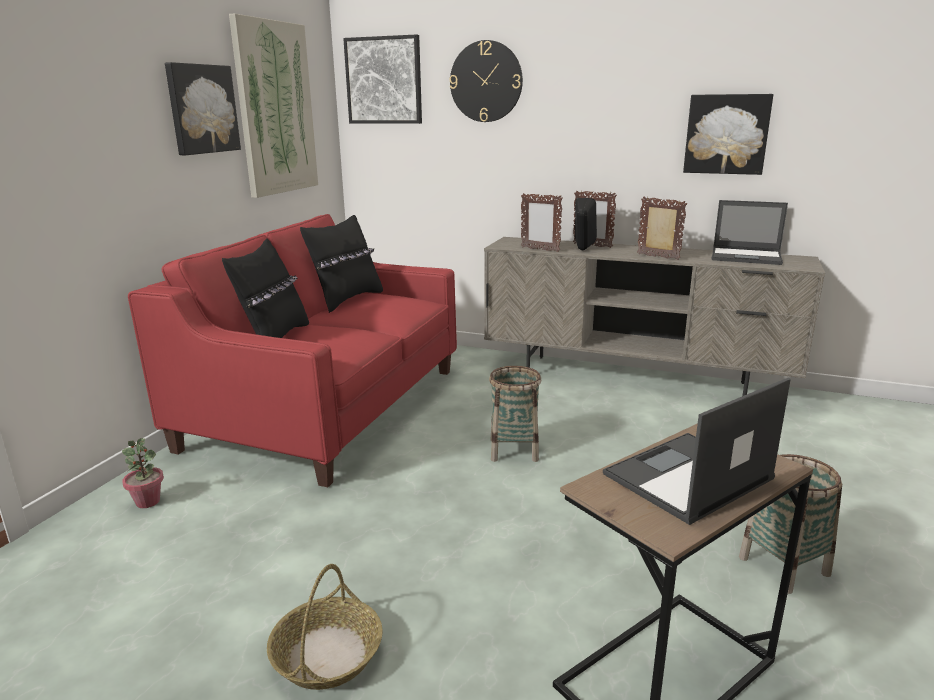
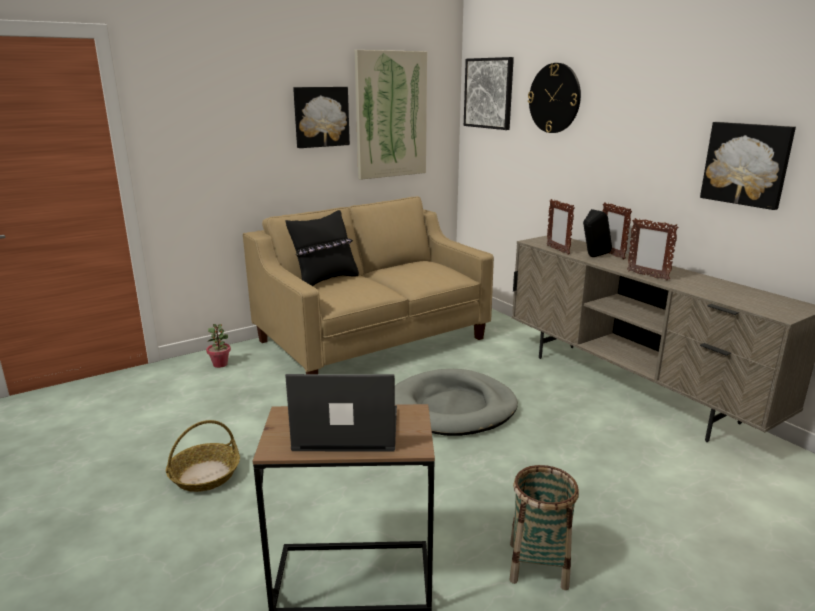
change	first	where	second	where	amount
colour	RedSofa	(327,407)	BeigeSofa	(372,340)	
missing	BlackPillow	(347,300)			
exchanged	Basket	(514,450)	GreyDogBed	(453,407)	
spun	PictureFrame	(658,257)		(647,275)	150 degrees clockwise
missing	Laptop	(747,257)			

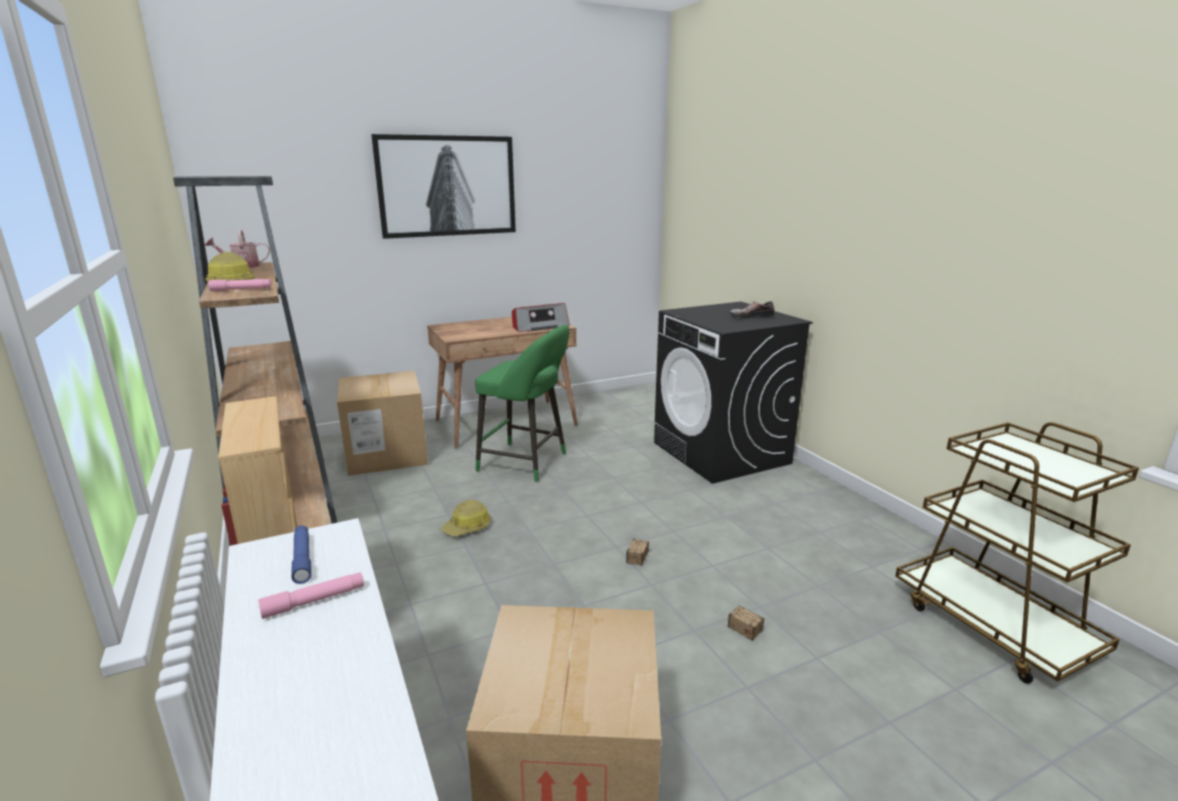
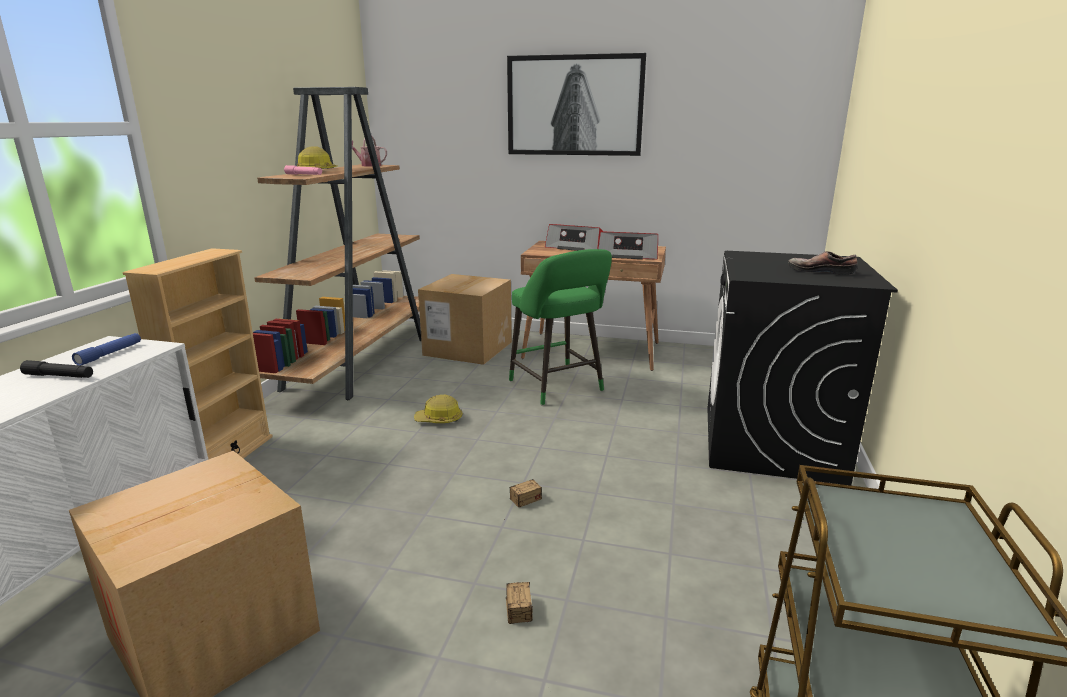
change	first	where	second	where	amount
colour	PinkFlashlight	(314,601)	BlackFlashlight	(59,376)	
appeared			Radio	(575,247)	

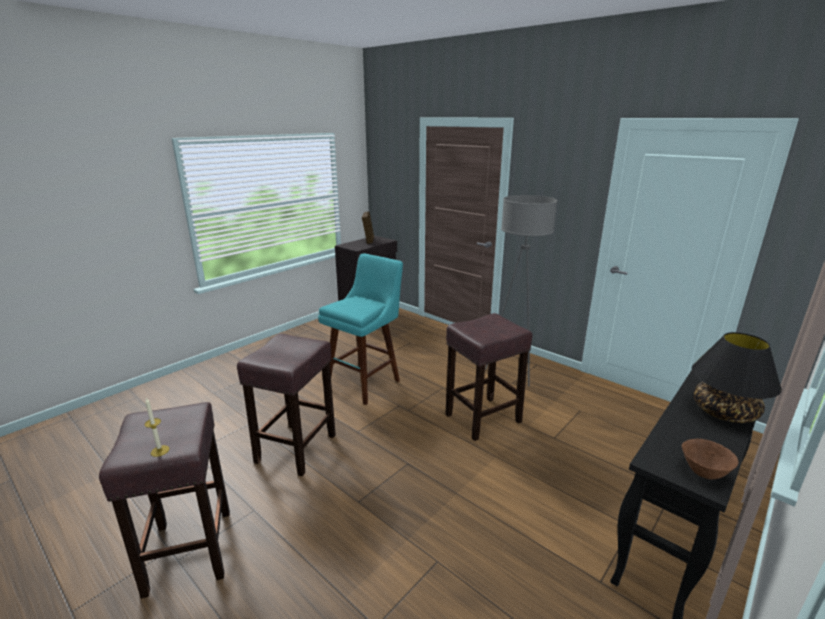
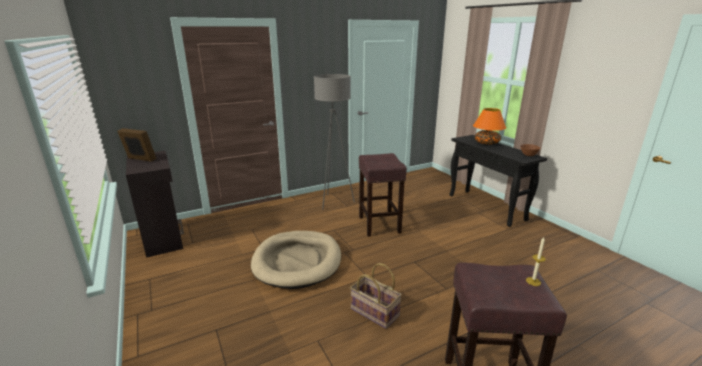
change	first	where	second	where	amount
exchanged	BrownStool	(297,447)	Basket	(374,312)	
exchanged	TurquoiseStool	(366,381)	BeigeDogBed	(297,261)	
colour	BlackTableLamp	(723,412)	OrangeTableLamp	(487,143)	

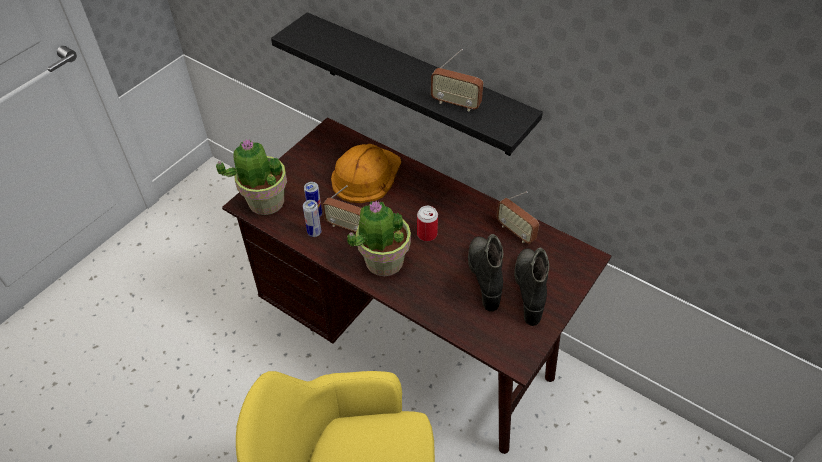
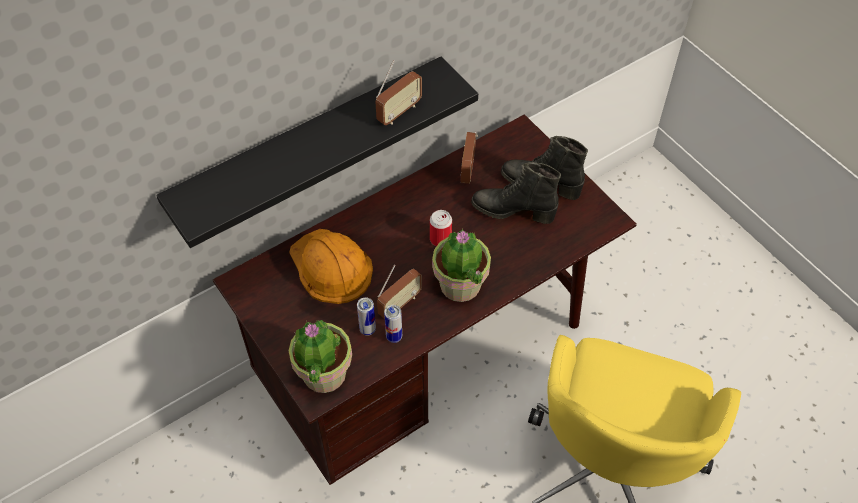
change	first	where	second	where	amount
spun	Radio	(515,232)		(468,169)	120 degrees clockwise

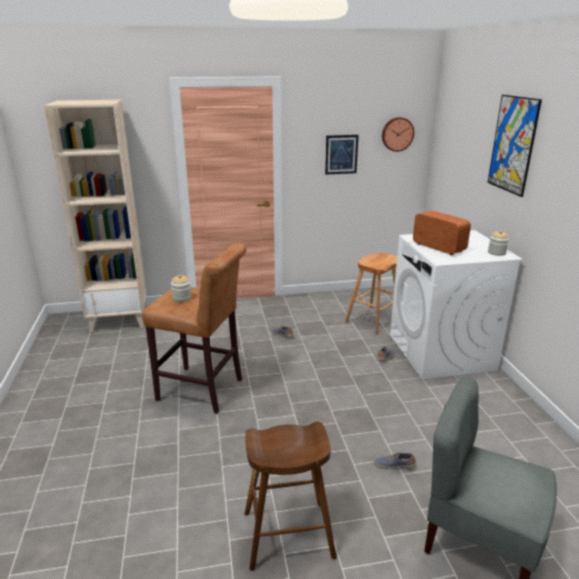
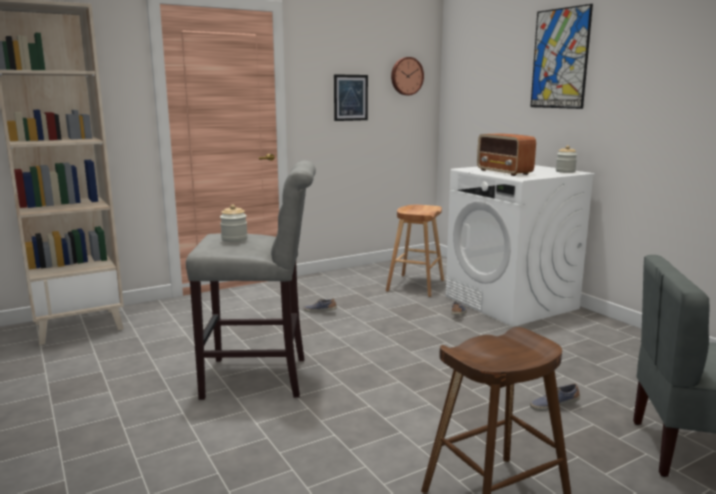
change	first	where	second	where	amount
colour	BrownStool	(204,391)	GreyStool	(262,378)	
spun	Radio	(438,247)		(504,172)	150 degrees counterclockwise

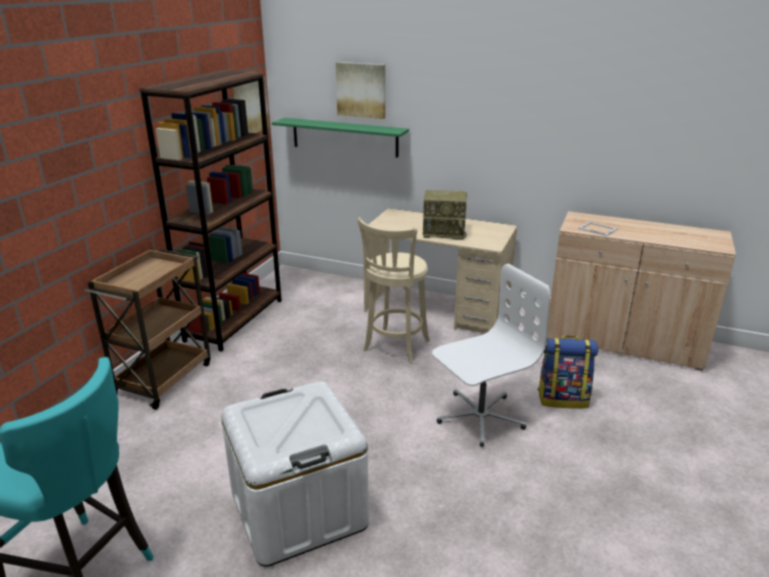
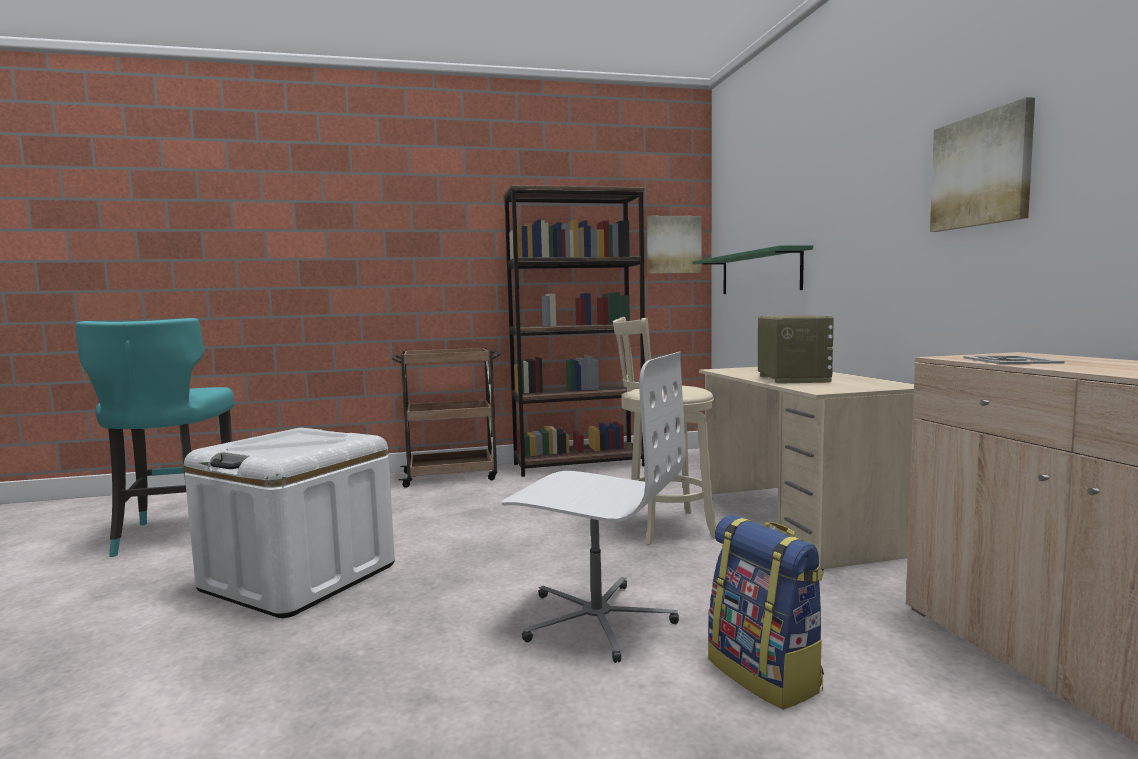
change	first	where	second	where	amount
relocated	Picture	(361,90)		(981,170)	
spun	Radio	(444,232)		(791,379)	150 degrees counterclockwise

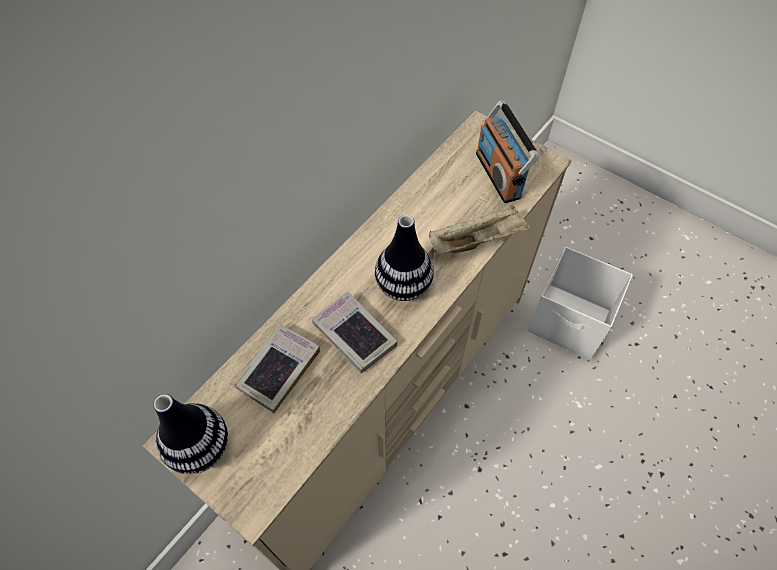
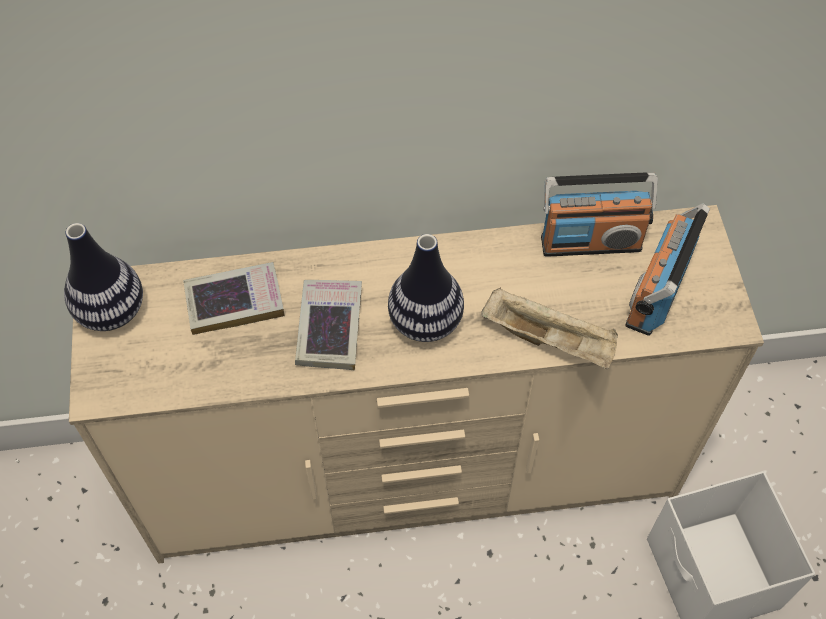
change	first	where	second	where	amount
appeared			Radio	(590,242)	

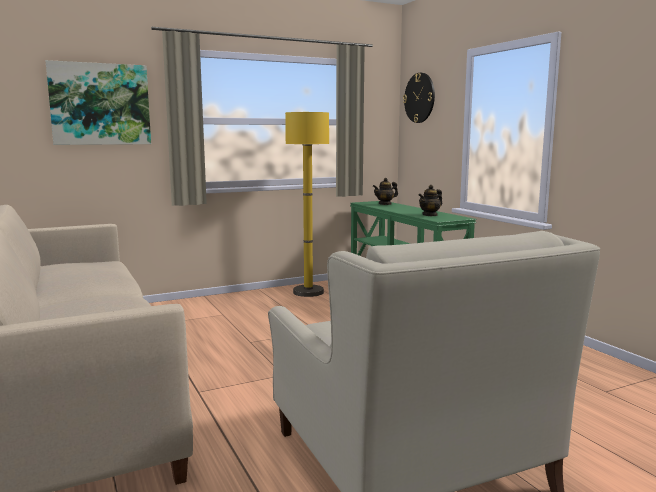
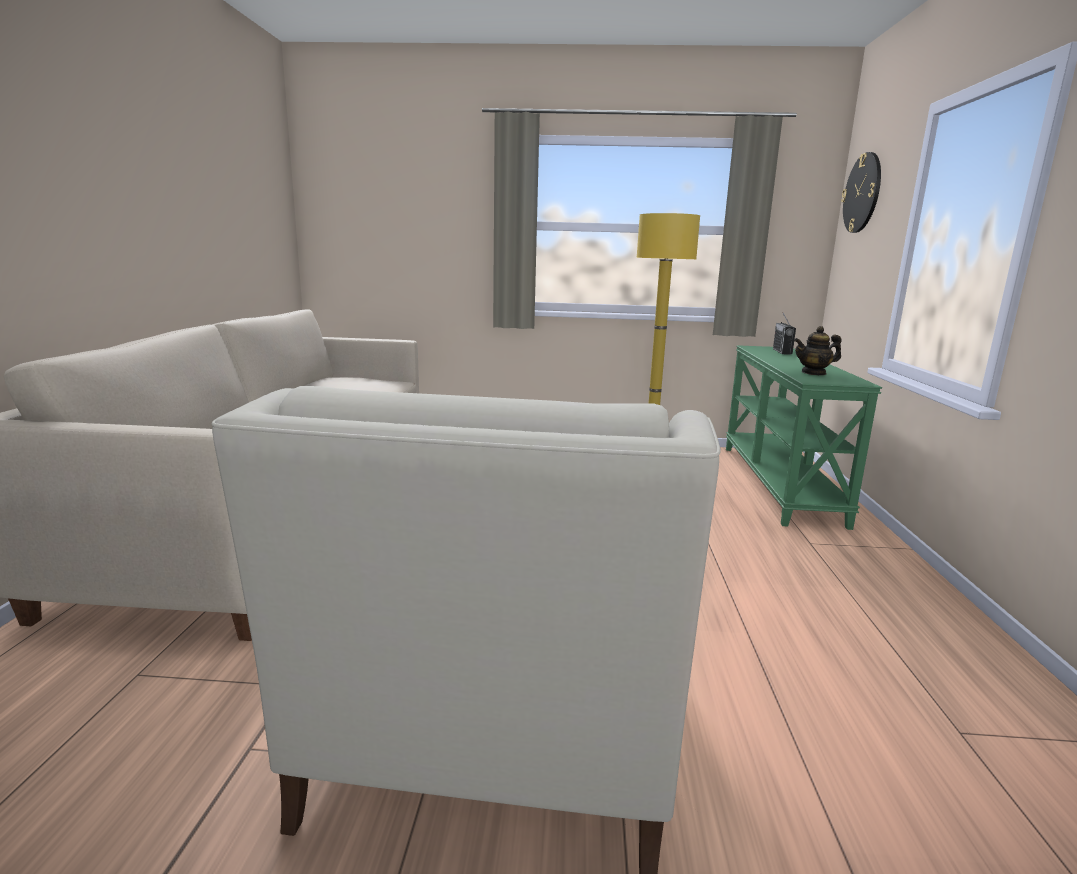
change	first	where	second	where	amount
missing	Picture	(100,104)			
exchanged	Teapot	(385,204)	Radio	(782,351)	

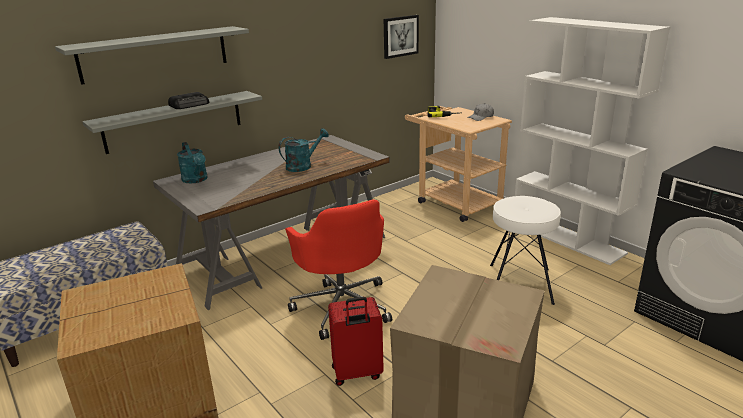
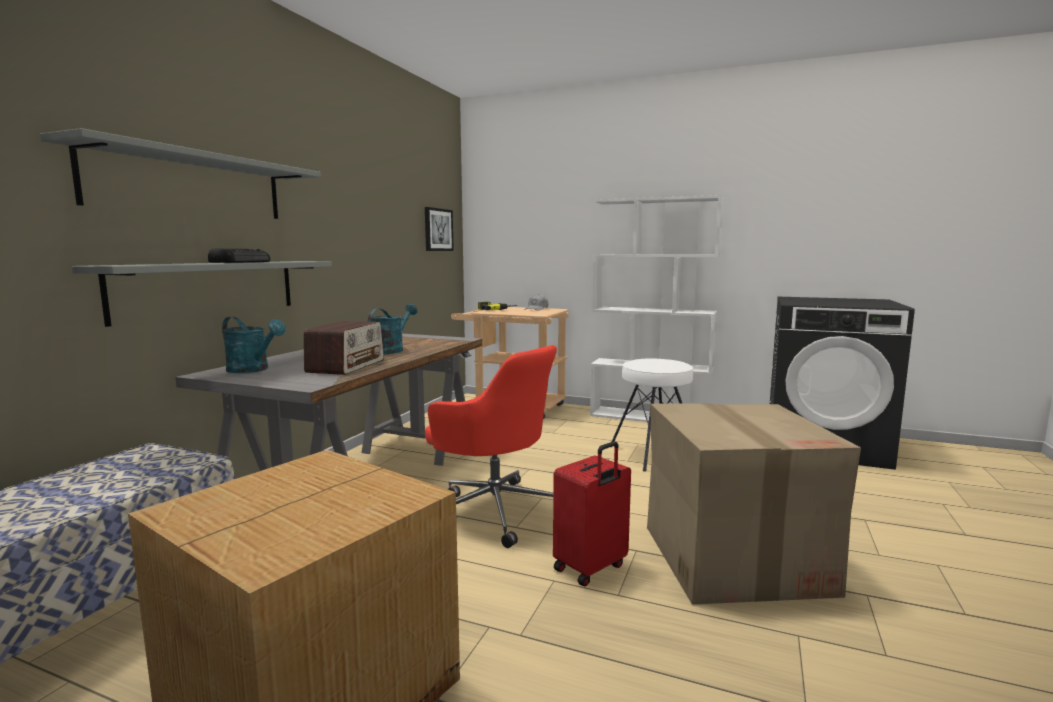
change	first	where	second	where	amount
appeared			Radio	(346,366)	

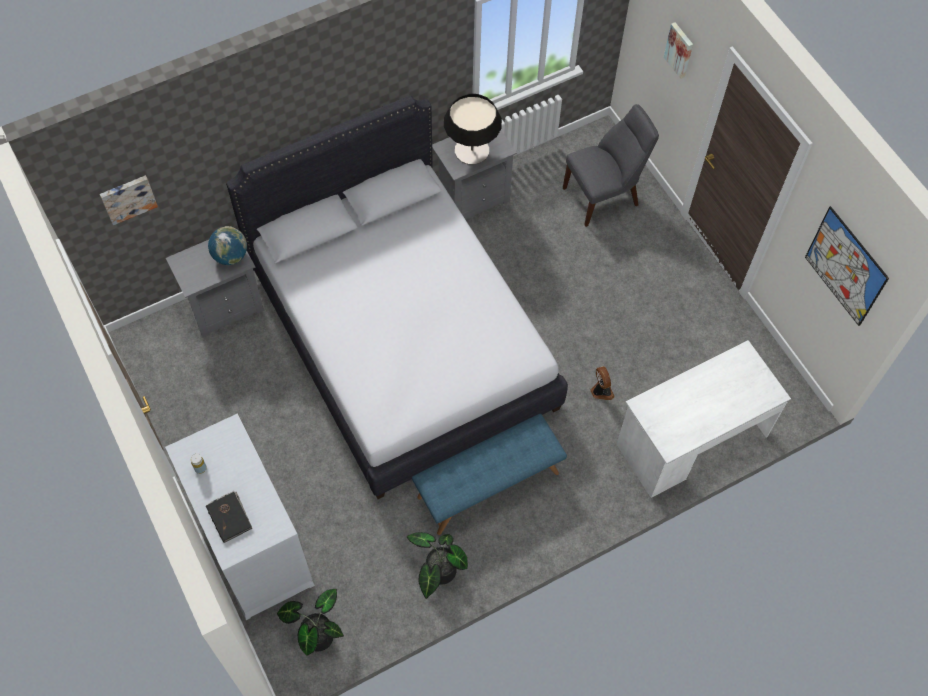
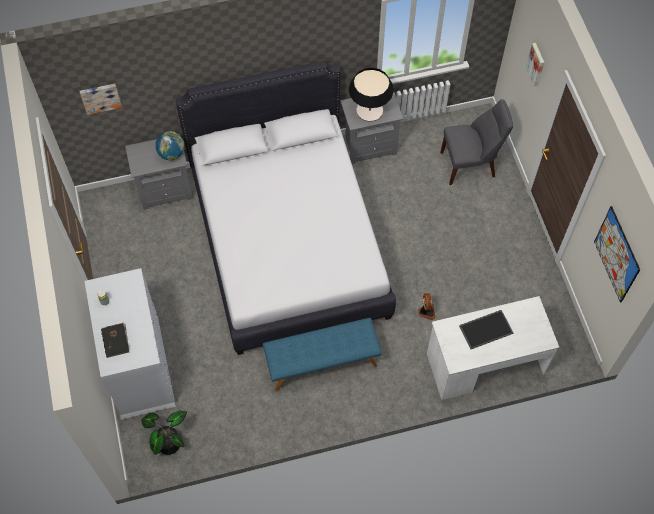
change	first	where	second	where	amount
missing	PottedPlant	(438,572)			
appeared			Tray	(486,328)	

